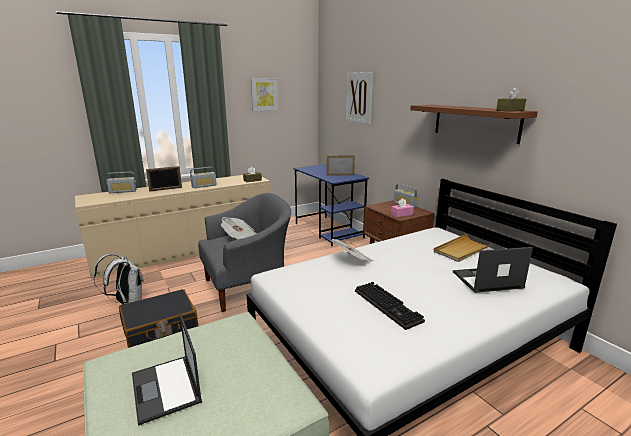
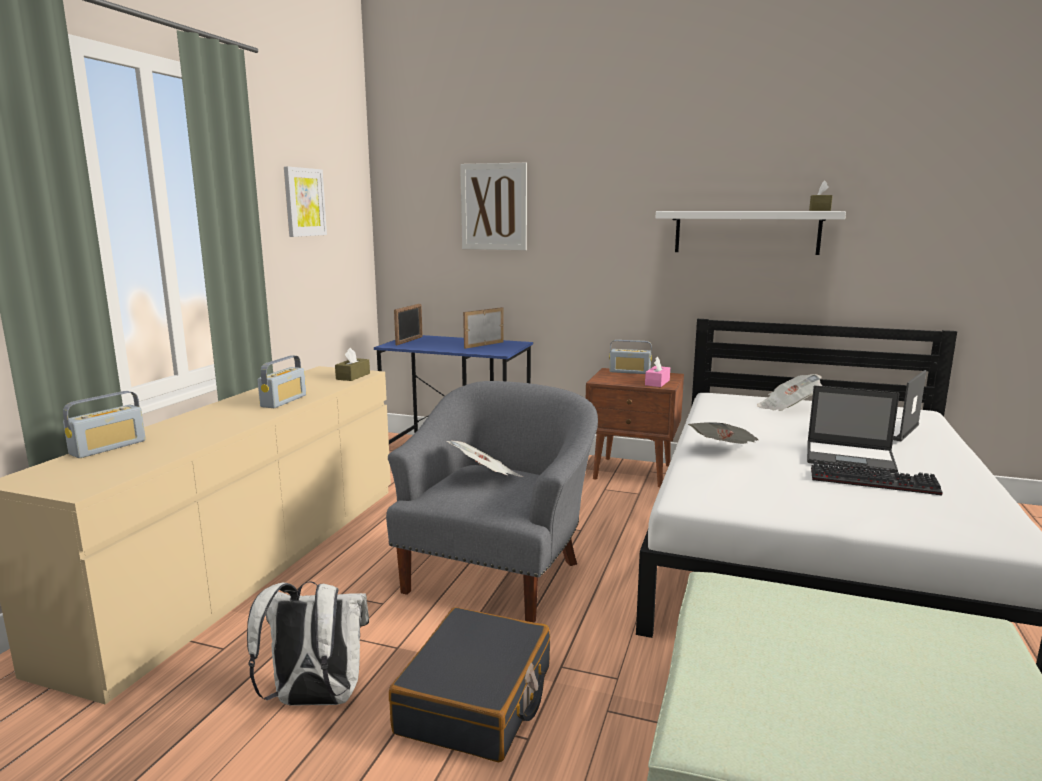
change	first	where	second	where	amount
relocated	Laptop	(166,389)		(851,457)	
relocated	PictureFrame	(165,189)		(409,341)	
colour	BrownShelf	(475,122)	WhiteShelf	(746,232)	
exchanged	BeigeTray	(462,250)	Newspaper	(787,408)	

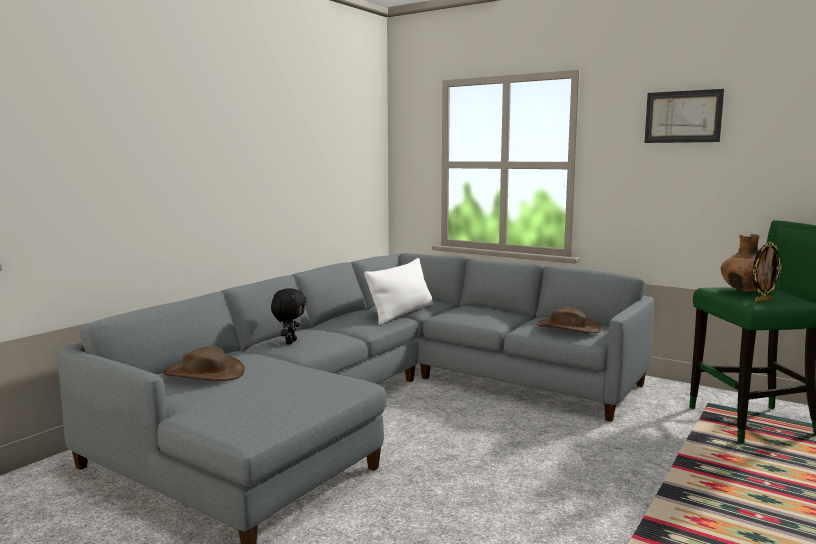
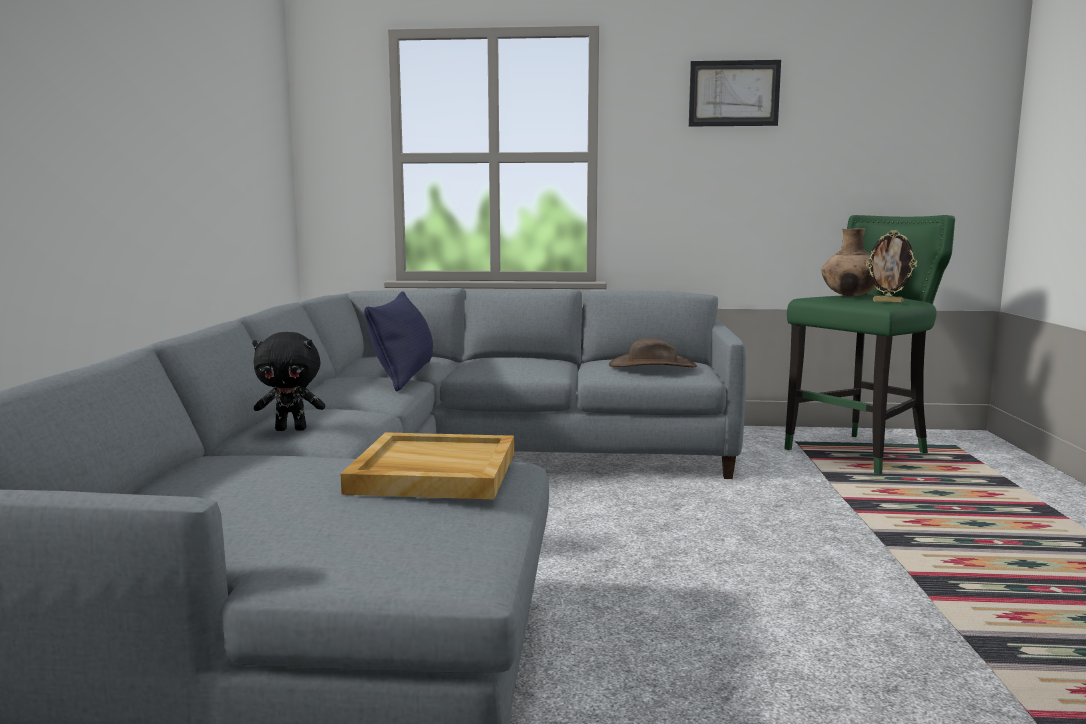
change	first	where	second	where	amount
missing	BrownHat	(204,373)			
spun	BlackPlushToy	(290,342)		(291,429)	105 degrees clockwise
colour	WhitePillow	(402,313)	BluePillow	(404,375)	
spun	PictureFrame	(762,300)		(888,301)	75 degrees clockwise
appeared			BeigeTray	(432,472)	

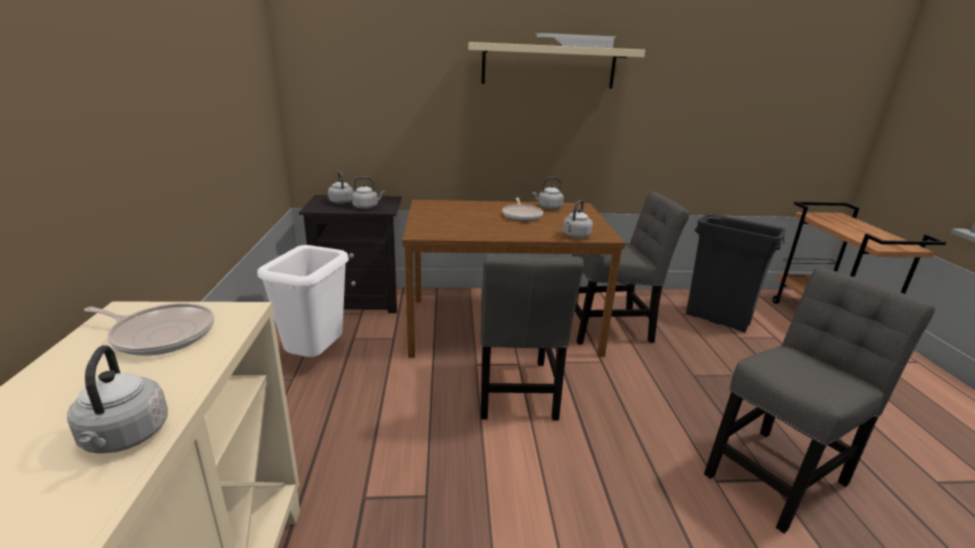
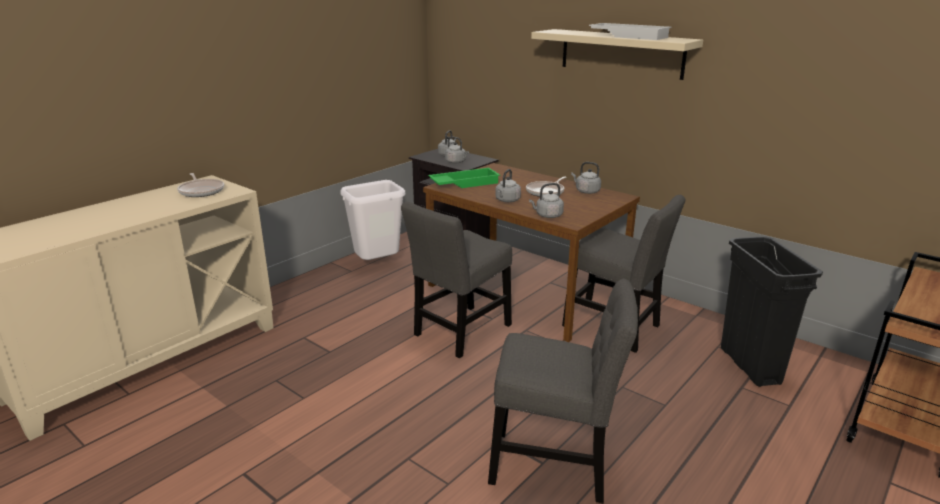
change	first	where	second	where	amount
relocated	GreyKettle	(124,438)		(507,200)	
appeared			GreenTray	(464,183)	

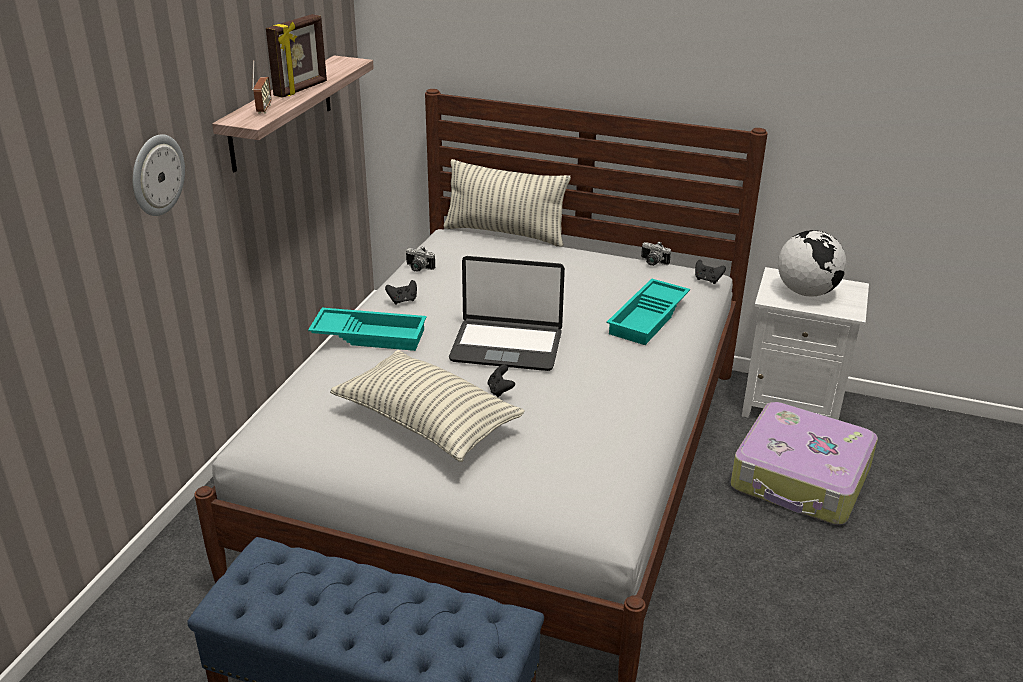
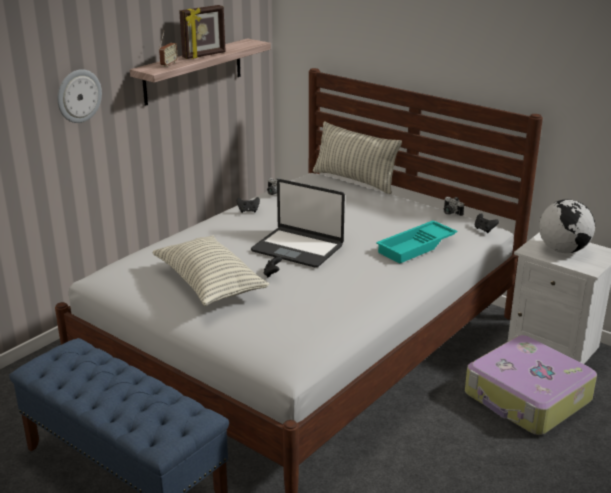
change	first	where	second	where	amount
missing	TurquoiseTray	(370,335)			

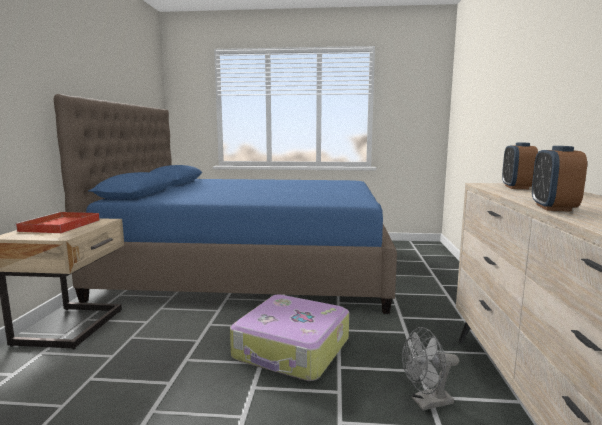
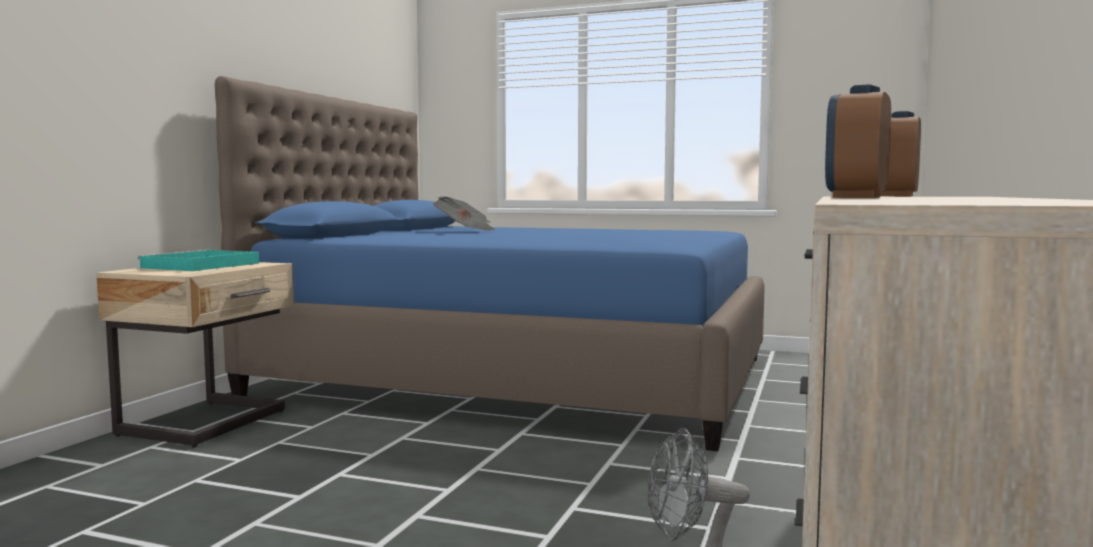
change	first	where	second	where	amount
colour	RedTray	(60,226)	TurquoiseTray	(200,266)	
missing	Suitcase	(292,350)			
appeared			Newspaper	(465,231)	

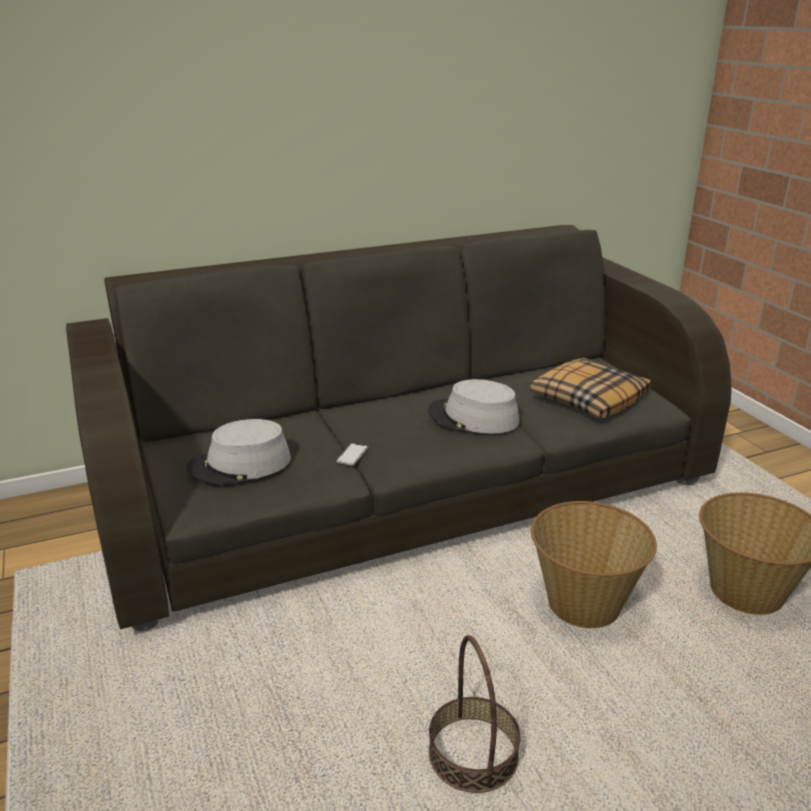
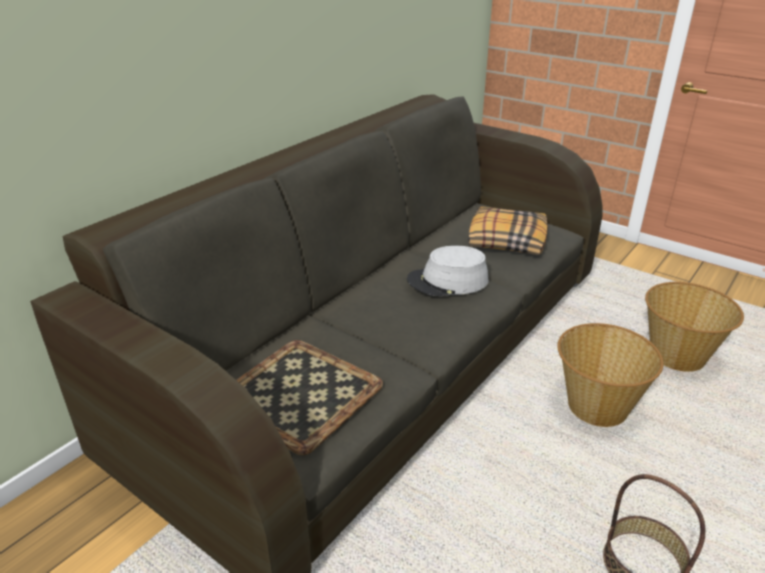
change	first	where	second	where	amount
exchanged	GreyHat	(240,464)	Tray	(301,393)	
missing	Phone	(352,455)			

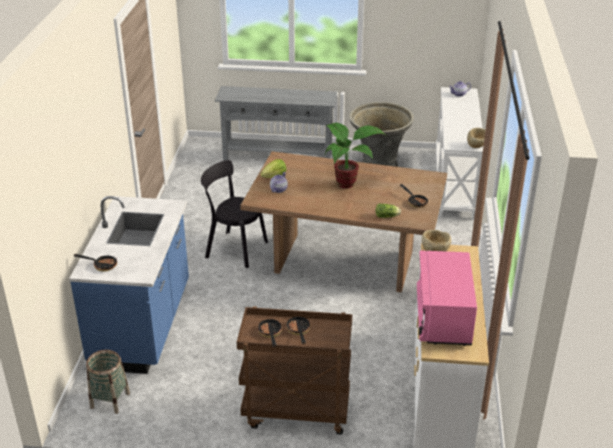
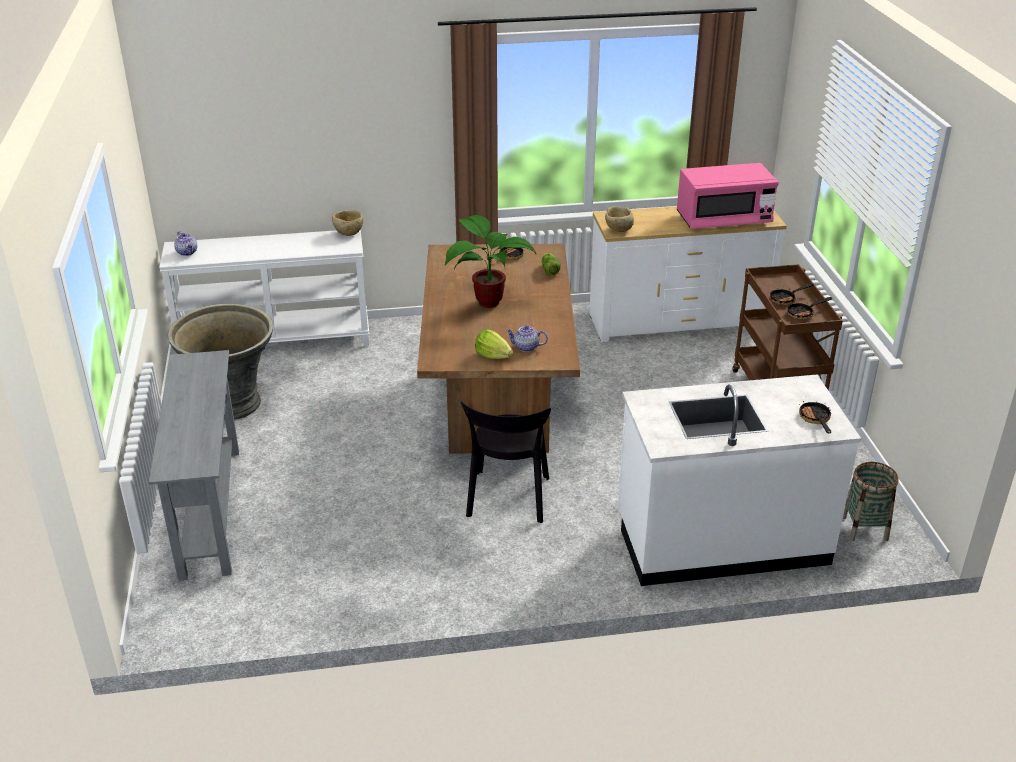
change	first	where	second	where	amount
colour	BlueCounter	(143,325)	WhiteCounter	(721,540)	

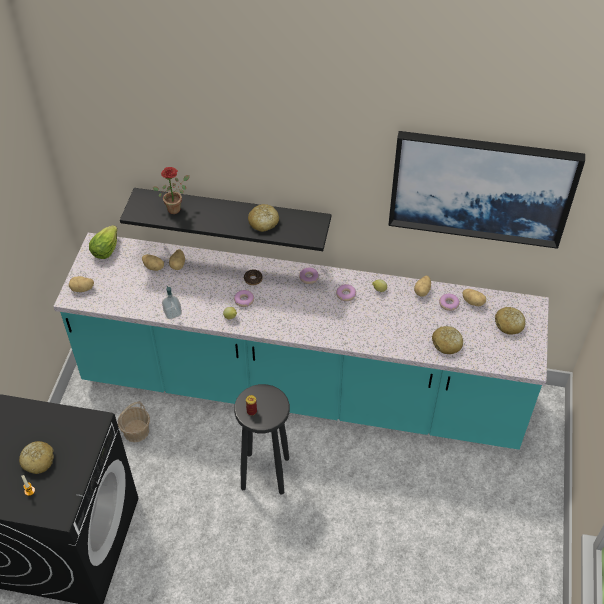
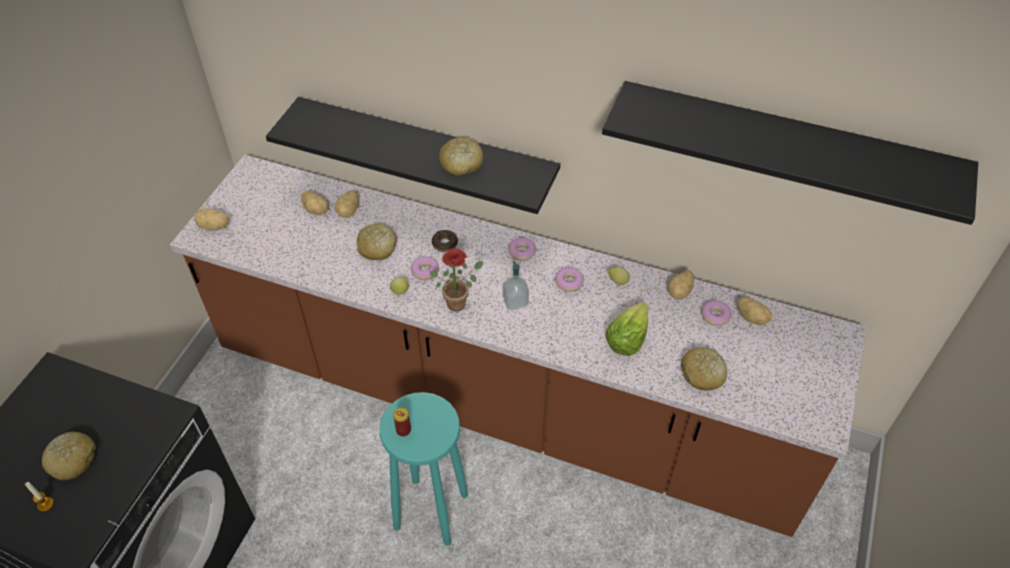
change	first	where	second	where	amount
colour	TurquoiseCounter	(302,389)	BrownCounter	(505,401)	
relocated	Lettuce	(105,250)		(626,340)	
missing	Basket	(136,431)			
relocated	PottedPlant	(176,208)		(459,302)	
relocated	SoapDispenser	(172,313)		(515,301)	
colour	BlackStool	(266,473)	TurquoiseStool	(432,511)	
exchanged	Picture	(481,188)	BlackShelf	(785,146)	
relocated	Bread	(509,324)		(377,248)	

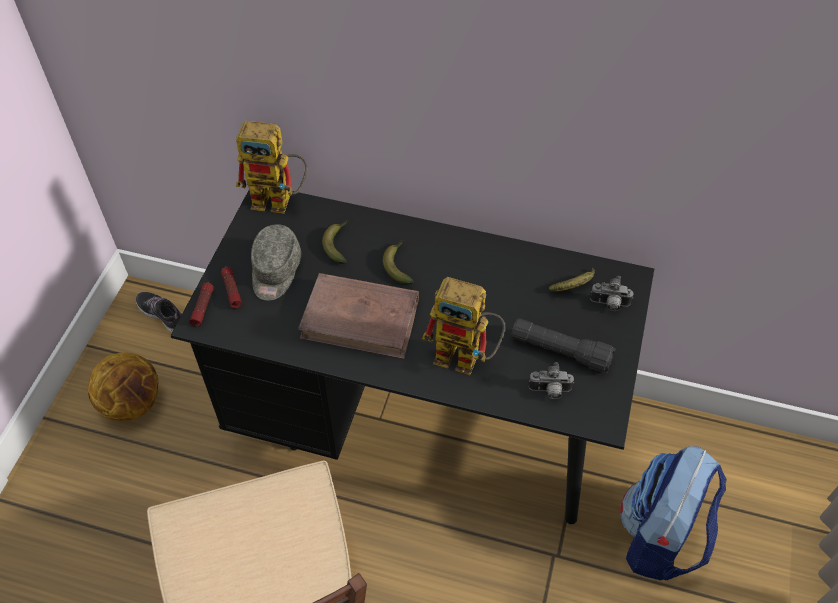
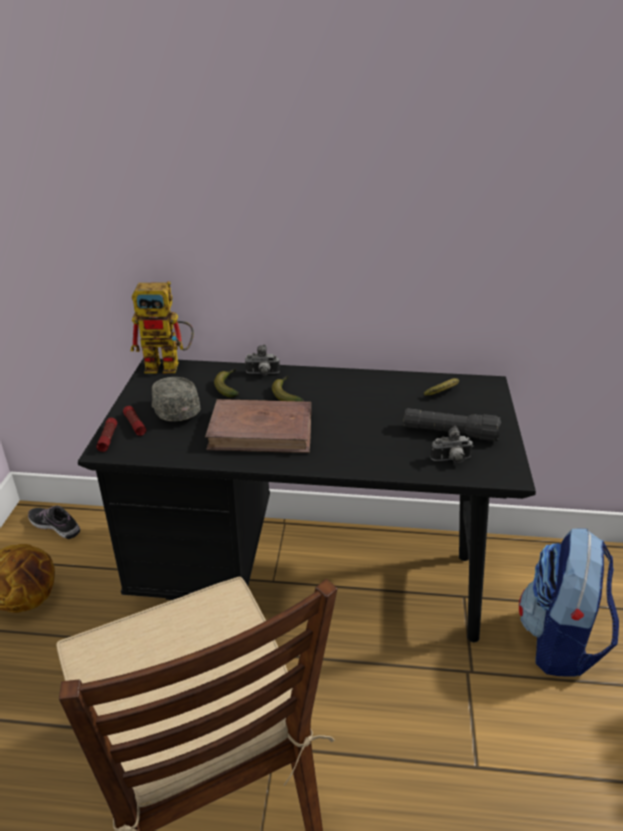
change	first	where	second	where	amount
spun	GreyCap	(275,271)		(174,409)	150 degrees clockwise
missing	ToyRobot	(467,357)			
relocated	PhotoCamera	(609,304)		(262,374)	

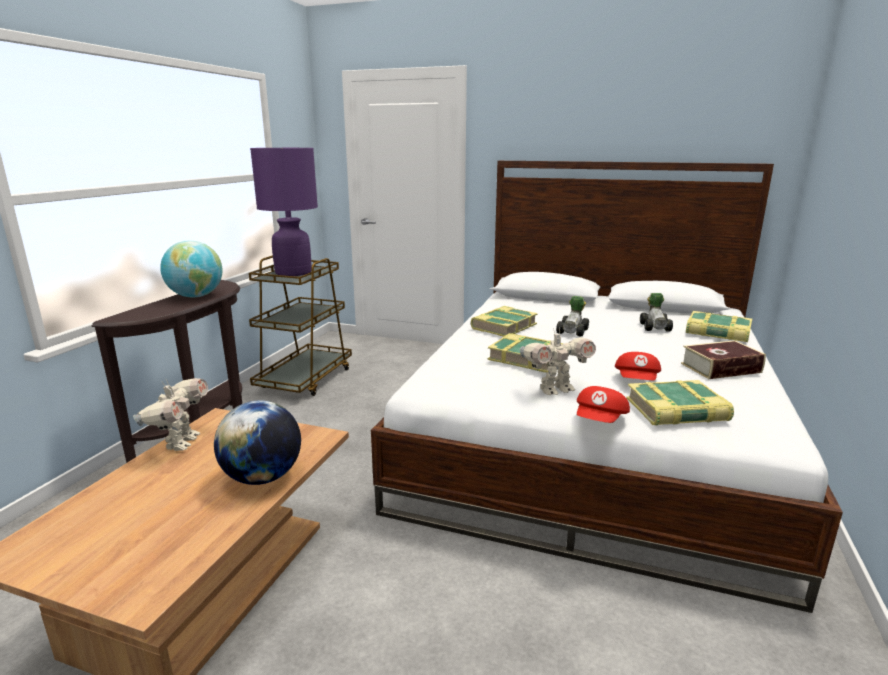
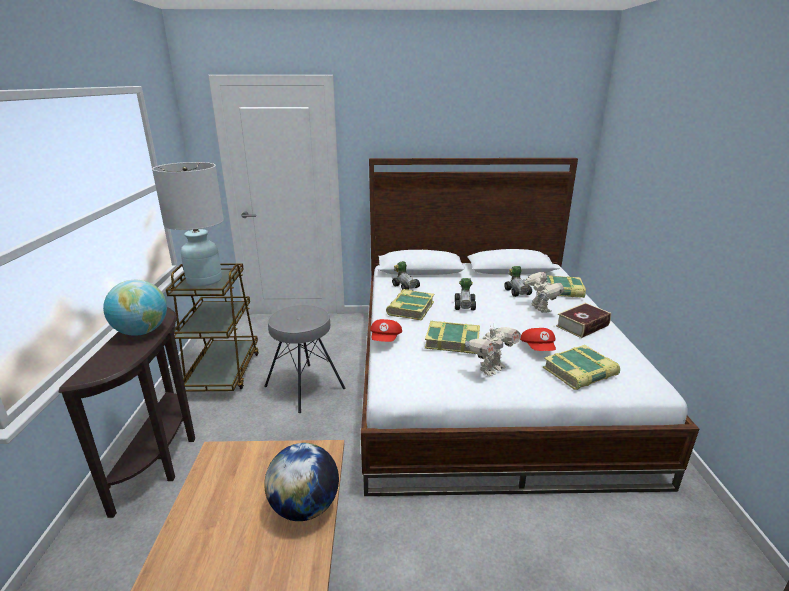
change	first	where	second	where	amount
relocated	ToyRobot	(180,443)		(539,309)	
colour	PurpleTableLamp	(293,272)	WhiteTableLamp	(204,280)	
relocated	RedCap	(601,421)		(386,340)	
appeared			GreyStool	(305,387)	
appeared			ToyCar	(405,286)	

